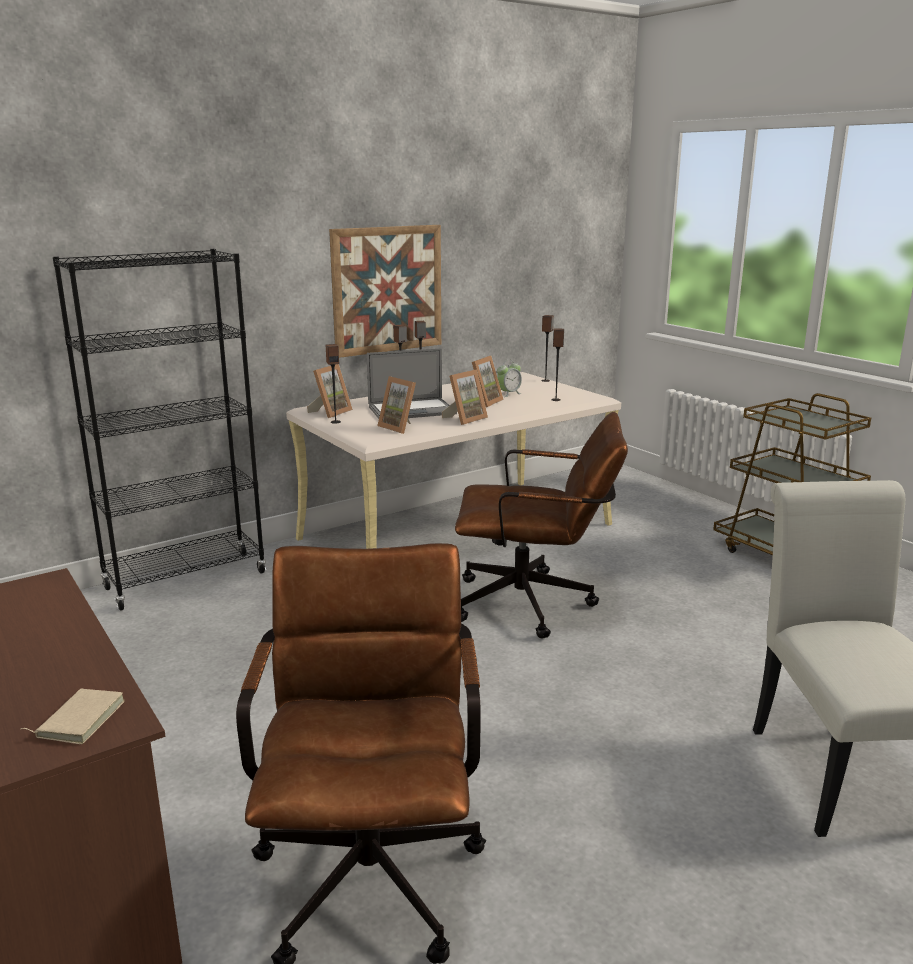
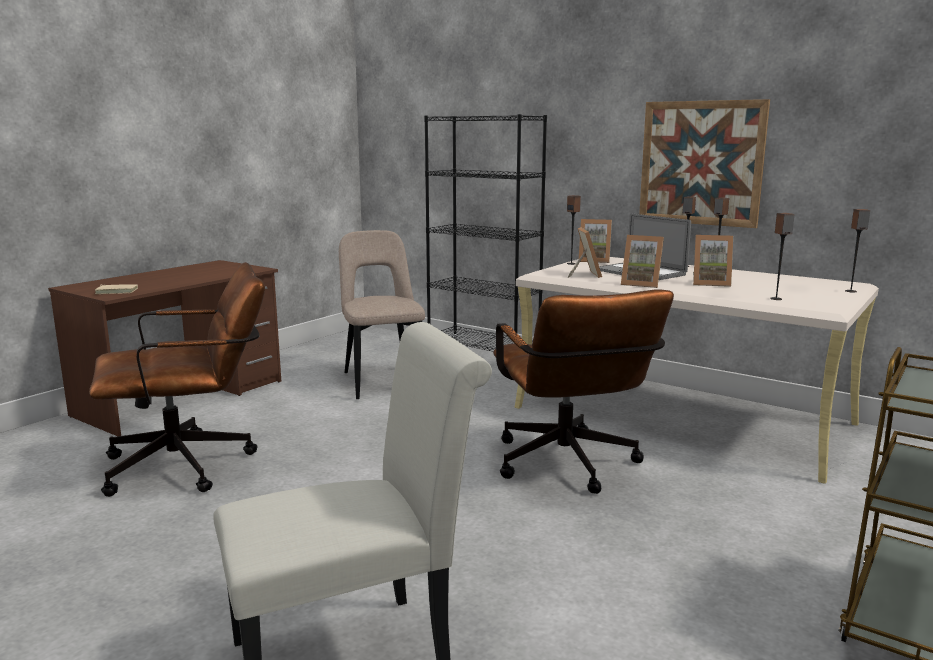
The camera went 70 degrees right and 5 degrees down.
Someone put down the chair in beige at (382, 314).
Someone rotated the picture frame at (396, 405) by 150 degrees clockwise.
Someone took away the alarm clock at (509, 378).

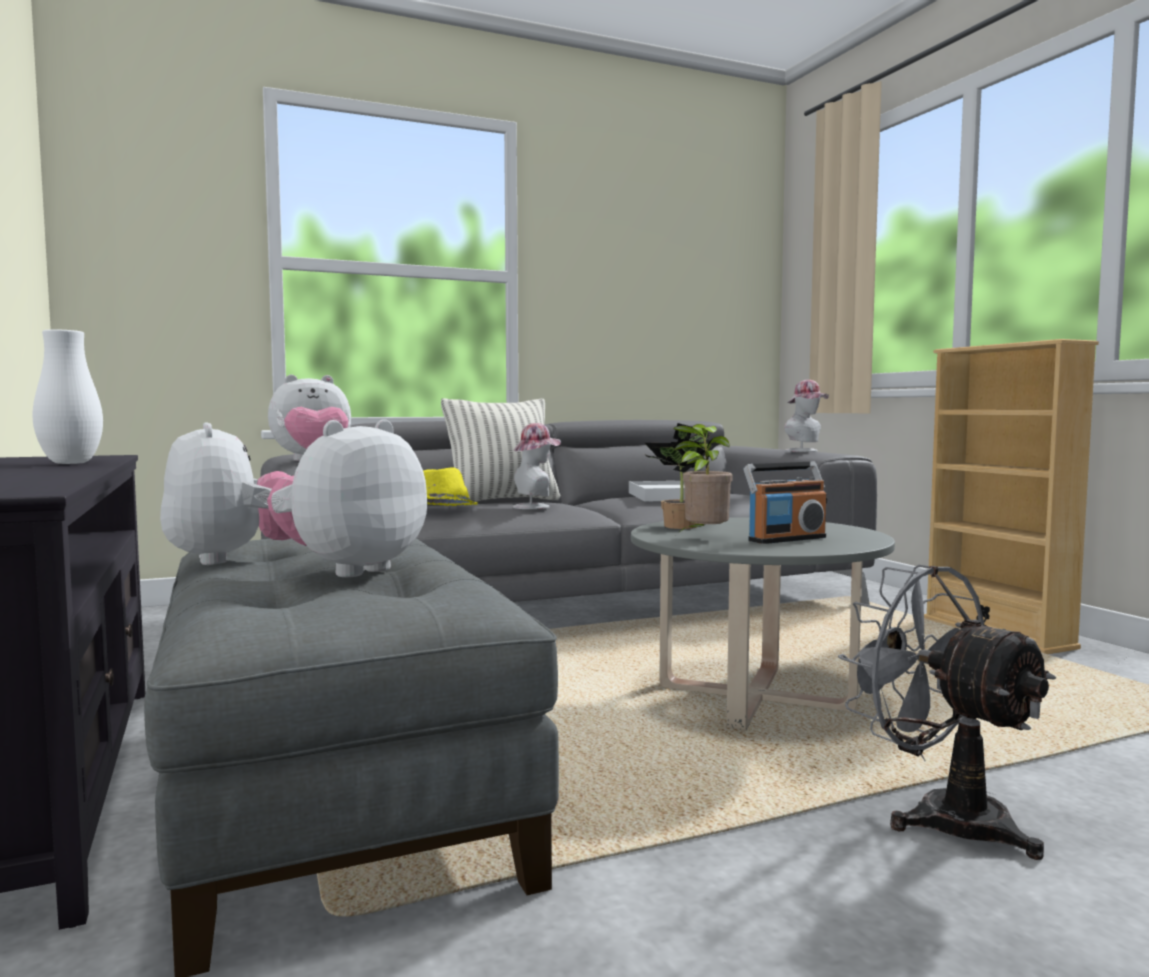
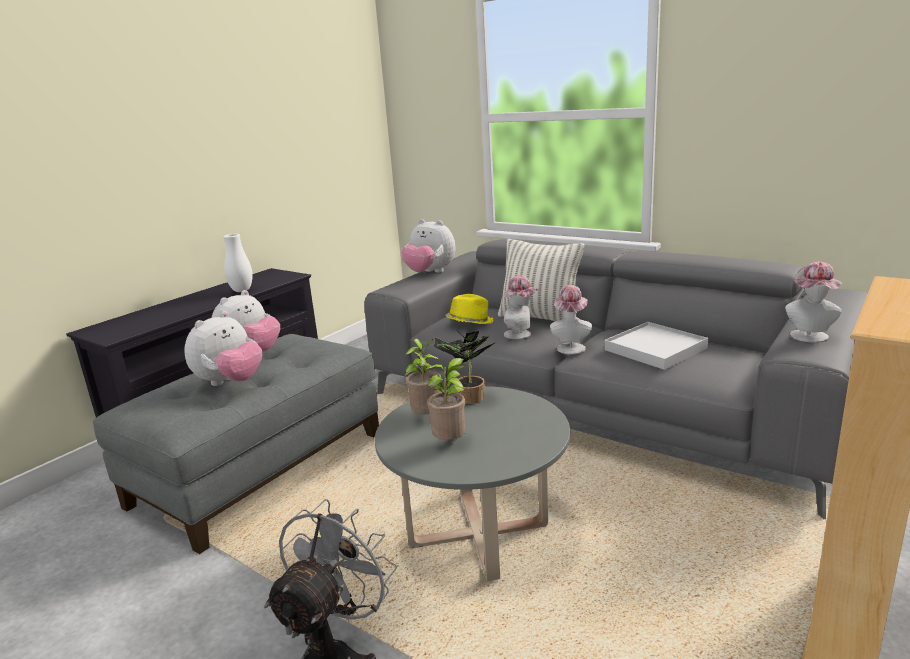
The camera went 60 degrees right and 15 degrees up.
Someone rotated the plush toy at (347, 498) by 120 degrees clockwise.
Someone swapped the radio at (785, 502) for the potted plant at (446, 399).
Someone put down the hat at (571, 319).

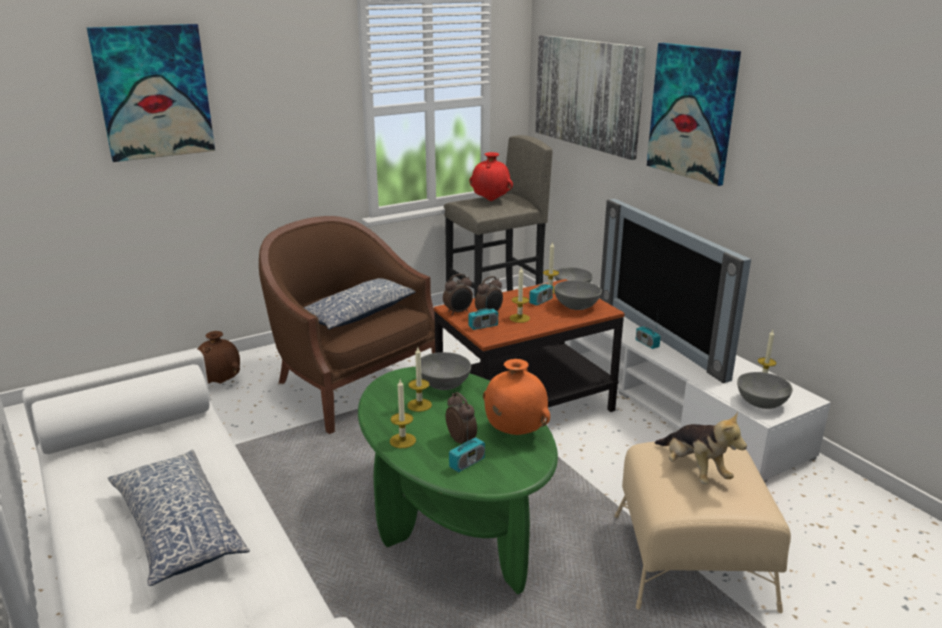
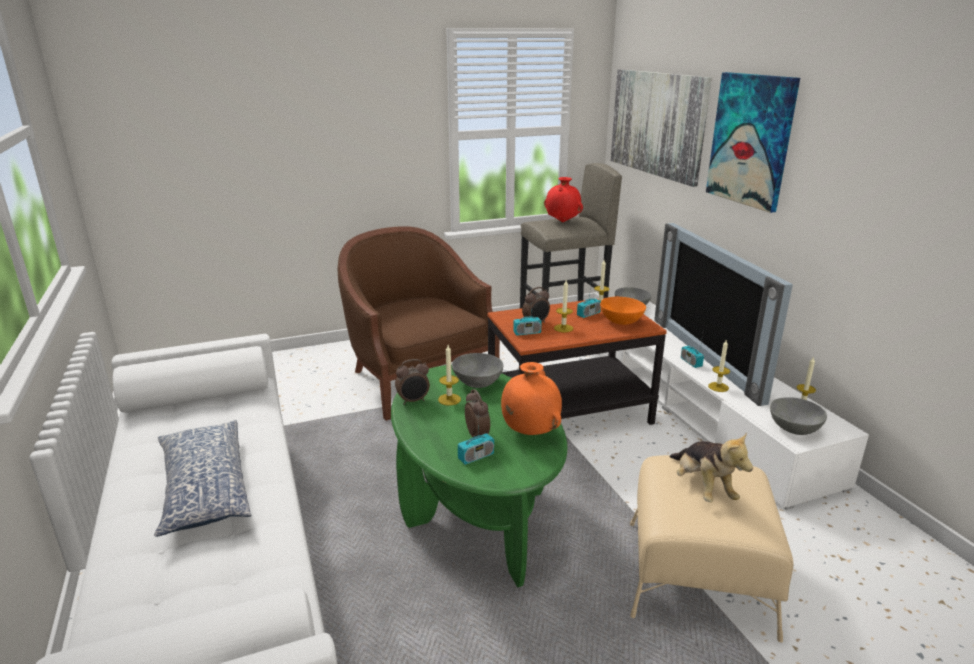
The camera went 10 degrees right and 0 degrees up.
Someone carried the alarm clock from (458, 294) to (412, 382).
Someone repainted the bowl in grey at (578, 295), which became the bowl in orange at (623, 311).
Someone carried the candle from (403, 413) to (719, 366).
Someone took away the picture at (151, 93).
Someone took away the vase in brown at (218, 357).
Someone took away the pillow at (360, 304).

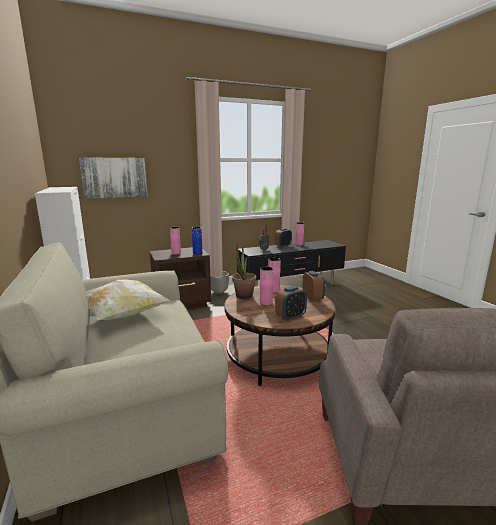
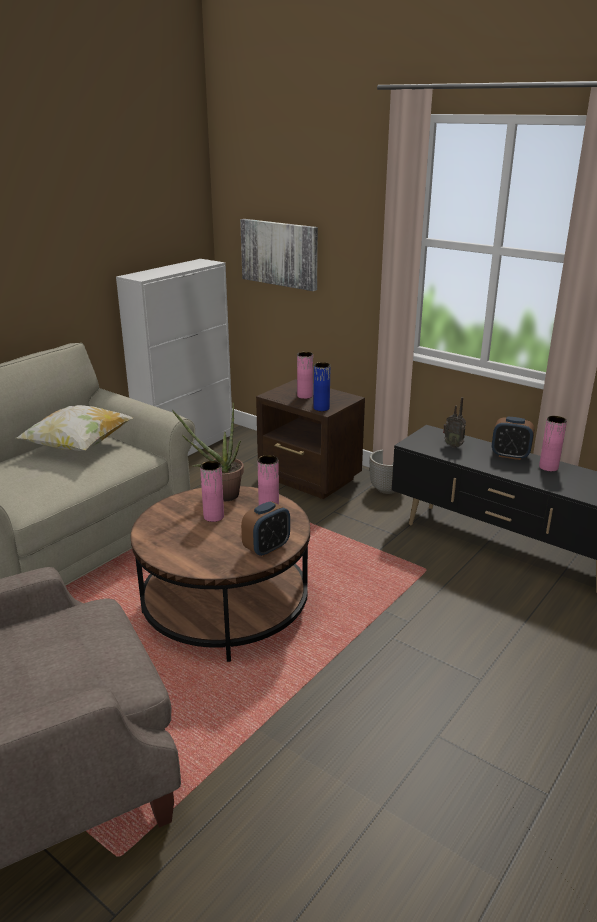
The camera went 60 degrees right and 10 degrees up.
Someone took away the alarm clock at (291, 303).

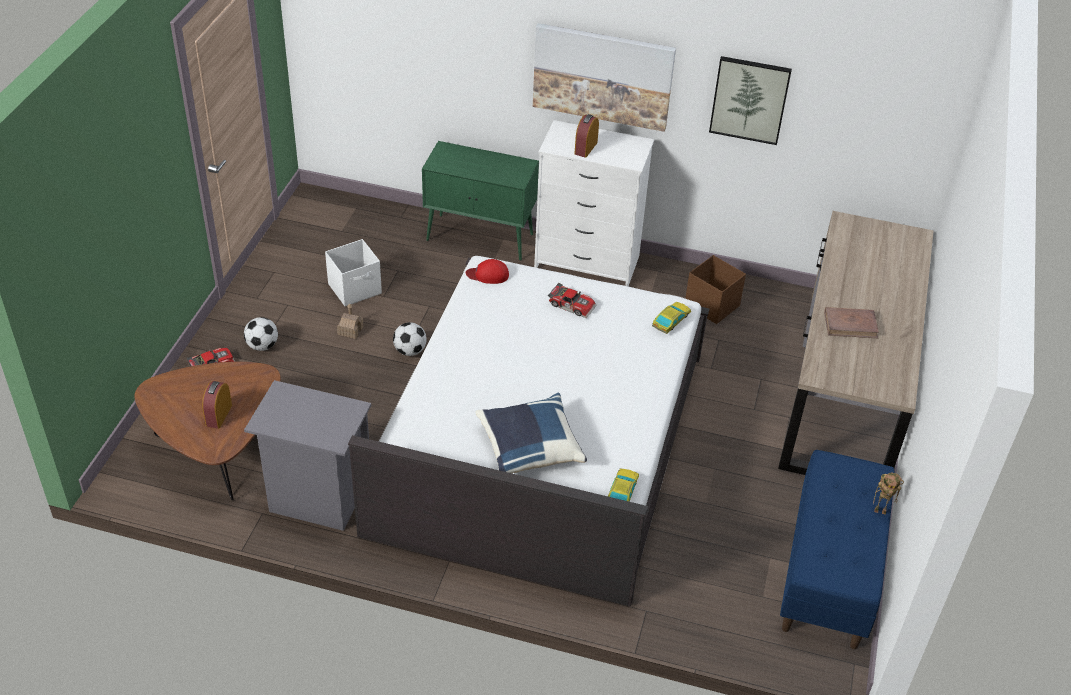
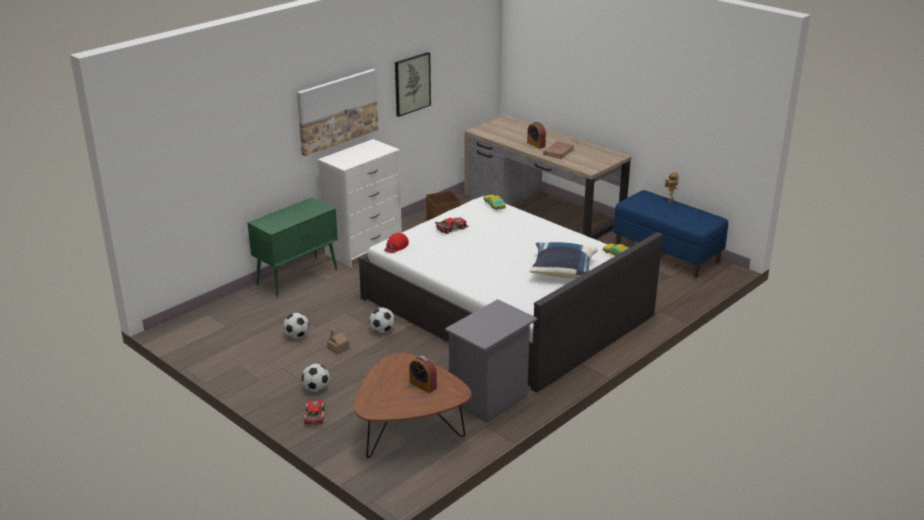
The camera went 60 degrees left and 15 degrees down.
Someone swapped the storage box in white at (353, 272) for the football at (296, 326).
Someone carried the alarm clock from (586, 136) to (536, 135).

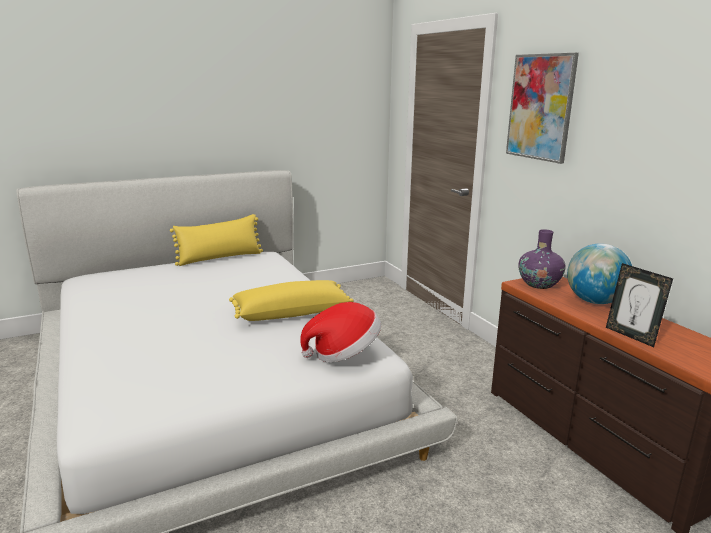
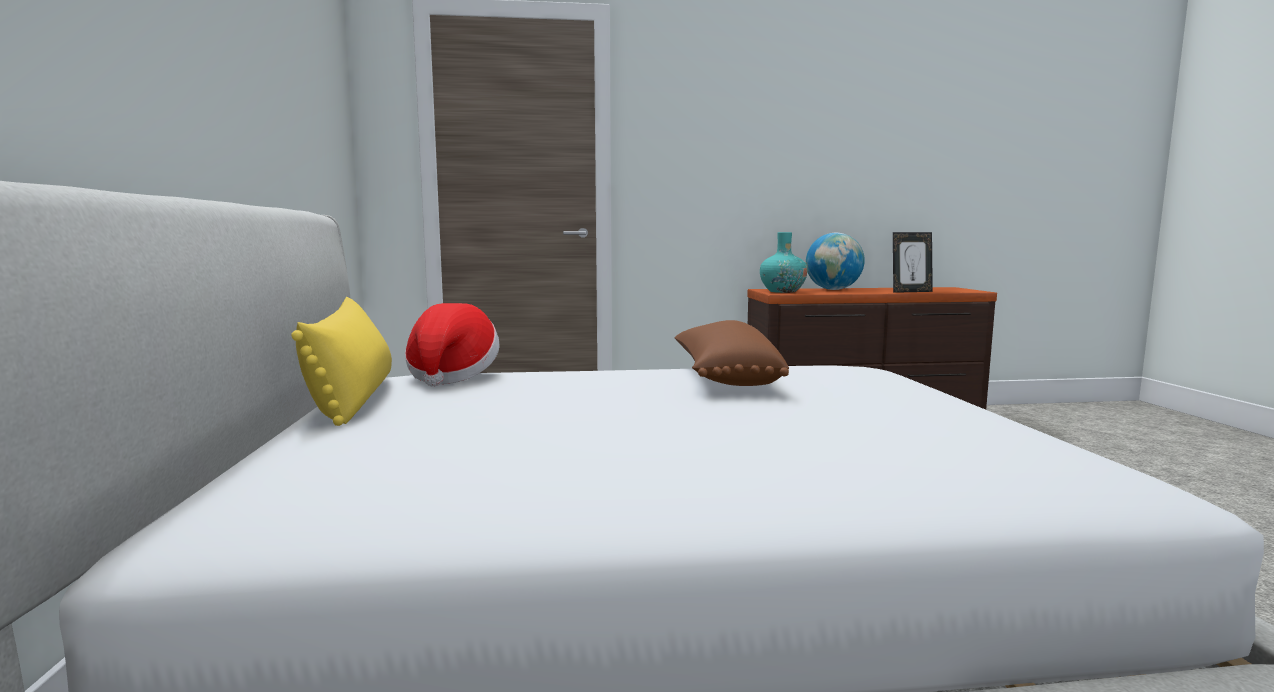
The camera went 70 degrees left and 10 degrees down.
Someone carried the hat from (340, 332) to (452, 344).
Someone repainted the pillow in yellow at (291, 300), which became the pillow in brown at (731, 353).
Someone repainted the vase in purple at (542, 259), which became the vase in turquoise at (784, 262).
Someone took away the picture at (542, 108).

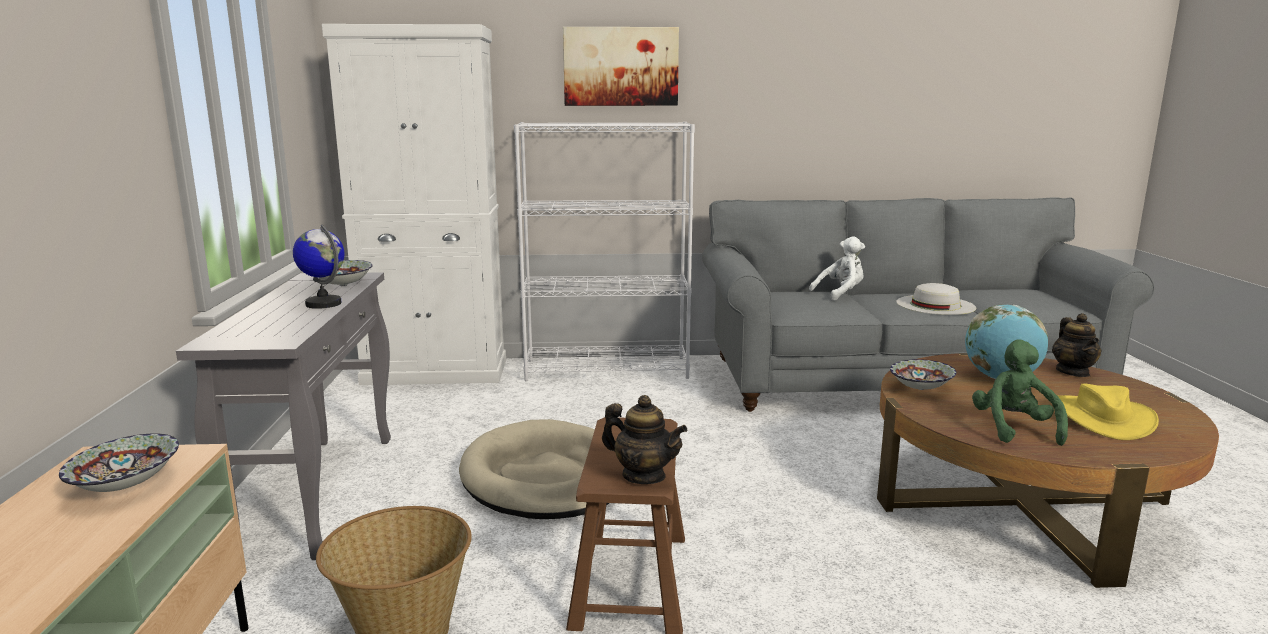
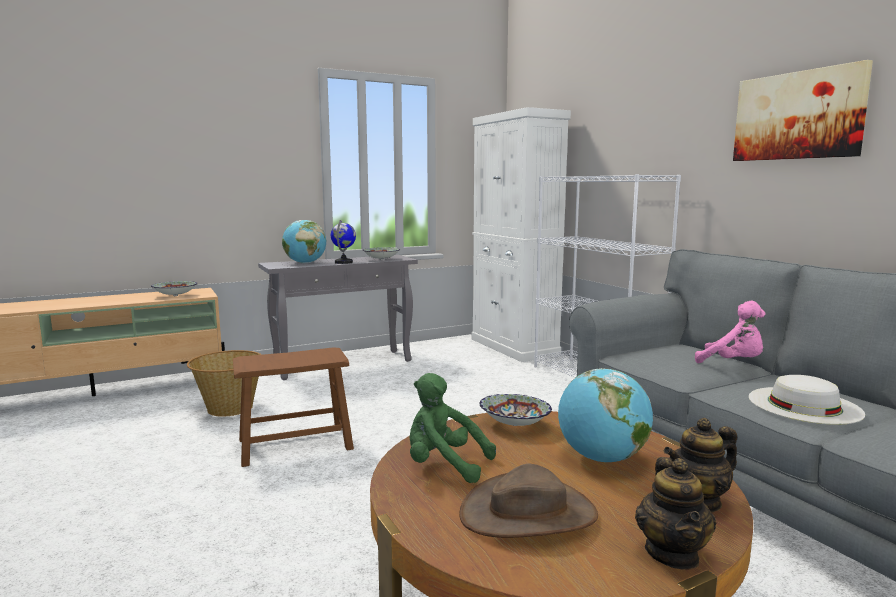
The camera went 65 degrees right and 5 degrees down.
Someone put down the globe at (304, 241).
Someone rotated the plush toy in green at (1020, 392) by 135 degrees counterclockwise.
Someone repainted the hat in yellow at (1108, 411), which became the hat in brown at (528, 501).
Someone carried the teapot from (645, 439) to (675, 513).
Someone repainted the plush toy in white at (837, 268), which became the plush toy in pink at (730, 332).
Someone carried the picture from (621, 66) to (803, 110).
Someone took away the dog bed in beige at (534, 469).

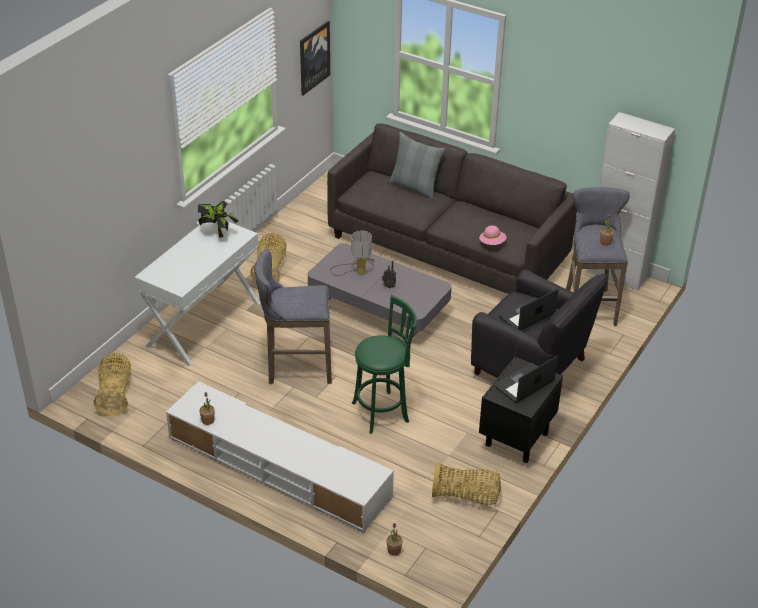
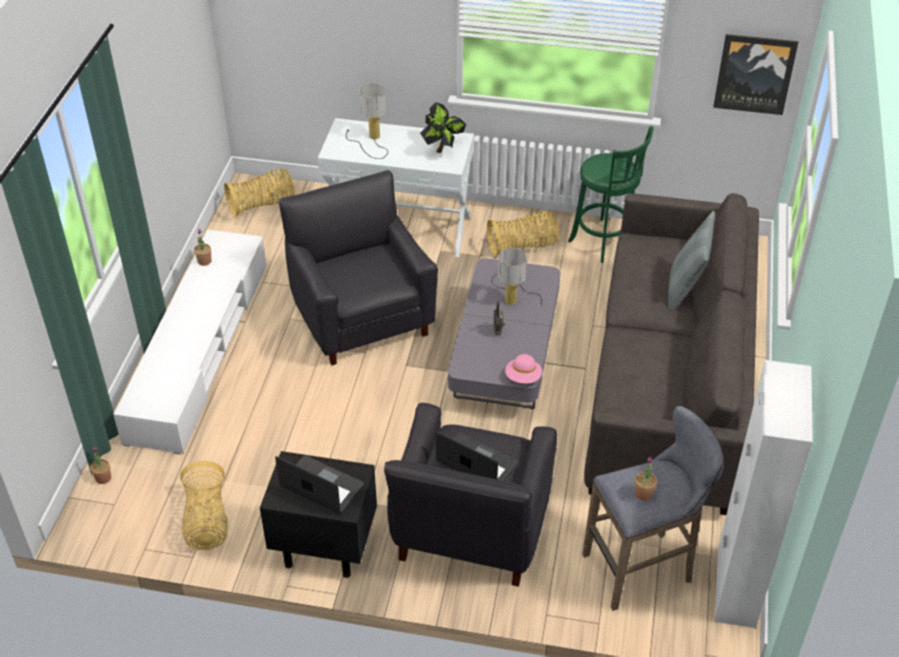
The camera went 70 degrees right and 5 degrees up.
Someone swapped the stool in grey at (293, 316) for the armchair in black at (358, 267).
Someone put down the table lamp at (367, 121).
Someone carried the hat in pink from (493, 235) to (523, 369).
Someone carried the stool in green from (384, 364) to (611, 194).

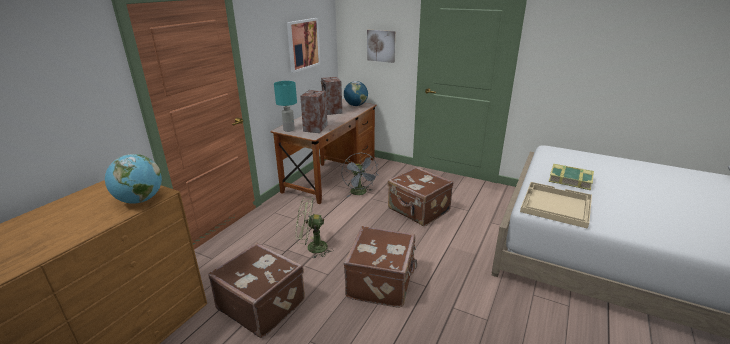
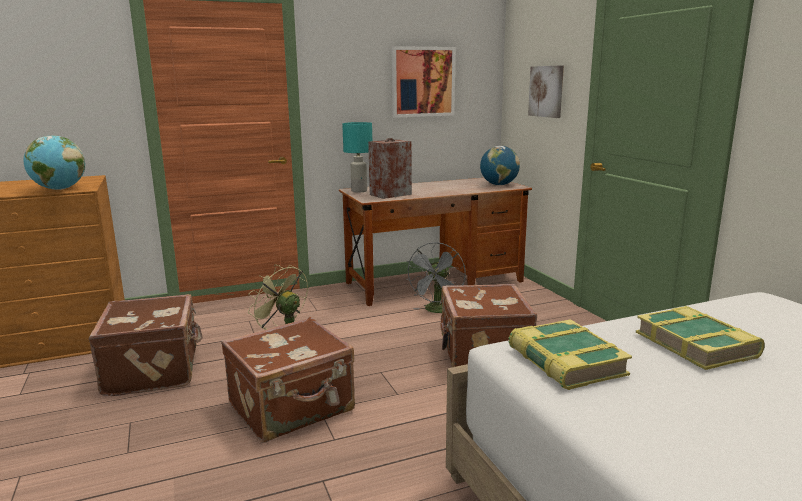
The camera went 40 degrees right and 10 degrees down.
Someone swapped the tray in beige at (556, 205) for the book at (570, 354).
Someone took away the speaker at (331, 96).

